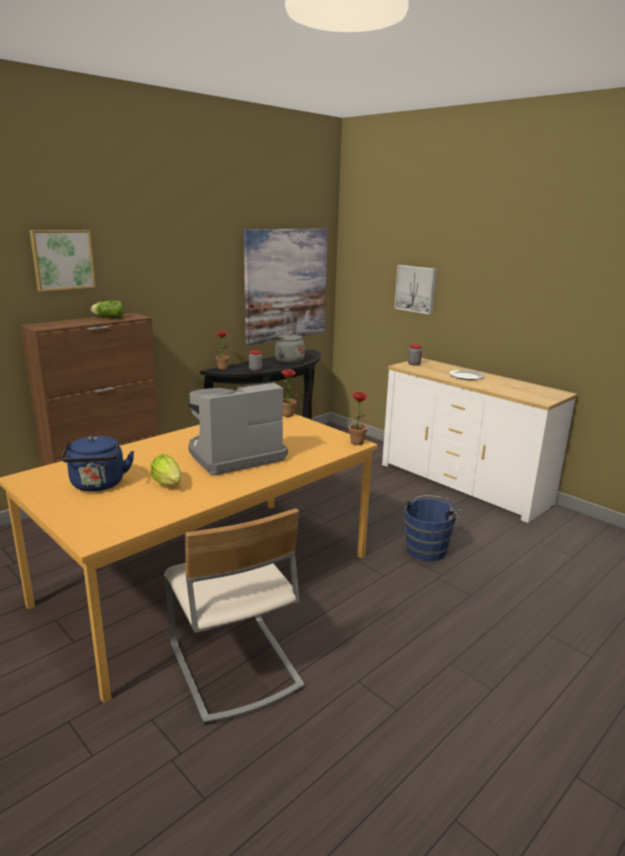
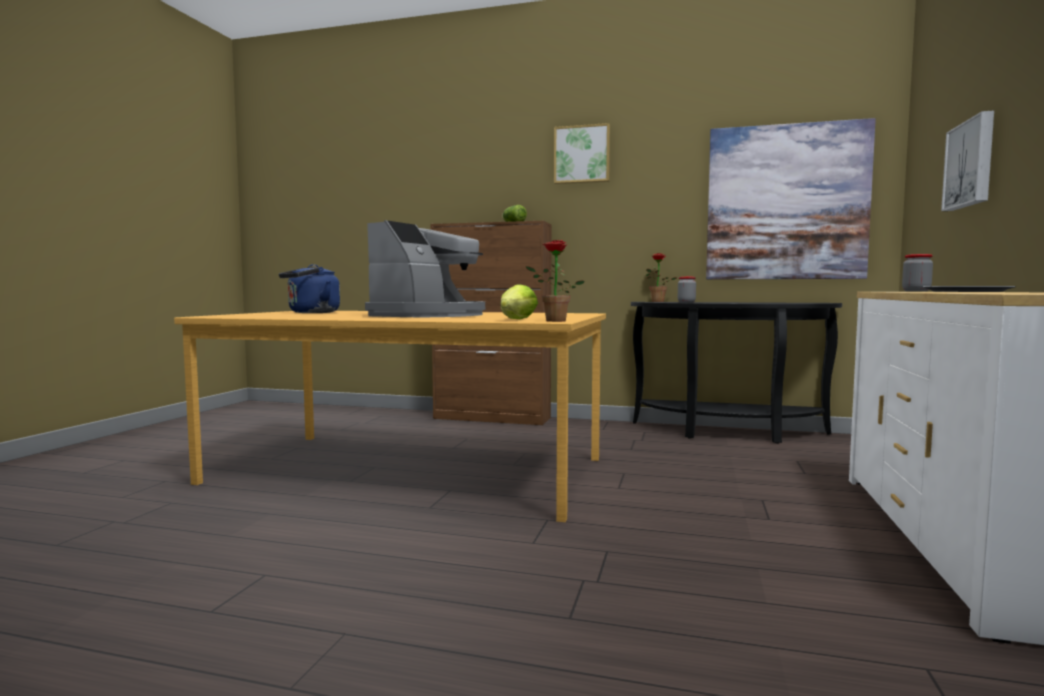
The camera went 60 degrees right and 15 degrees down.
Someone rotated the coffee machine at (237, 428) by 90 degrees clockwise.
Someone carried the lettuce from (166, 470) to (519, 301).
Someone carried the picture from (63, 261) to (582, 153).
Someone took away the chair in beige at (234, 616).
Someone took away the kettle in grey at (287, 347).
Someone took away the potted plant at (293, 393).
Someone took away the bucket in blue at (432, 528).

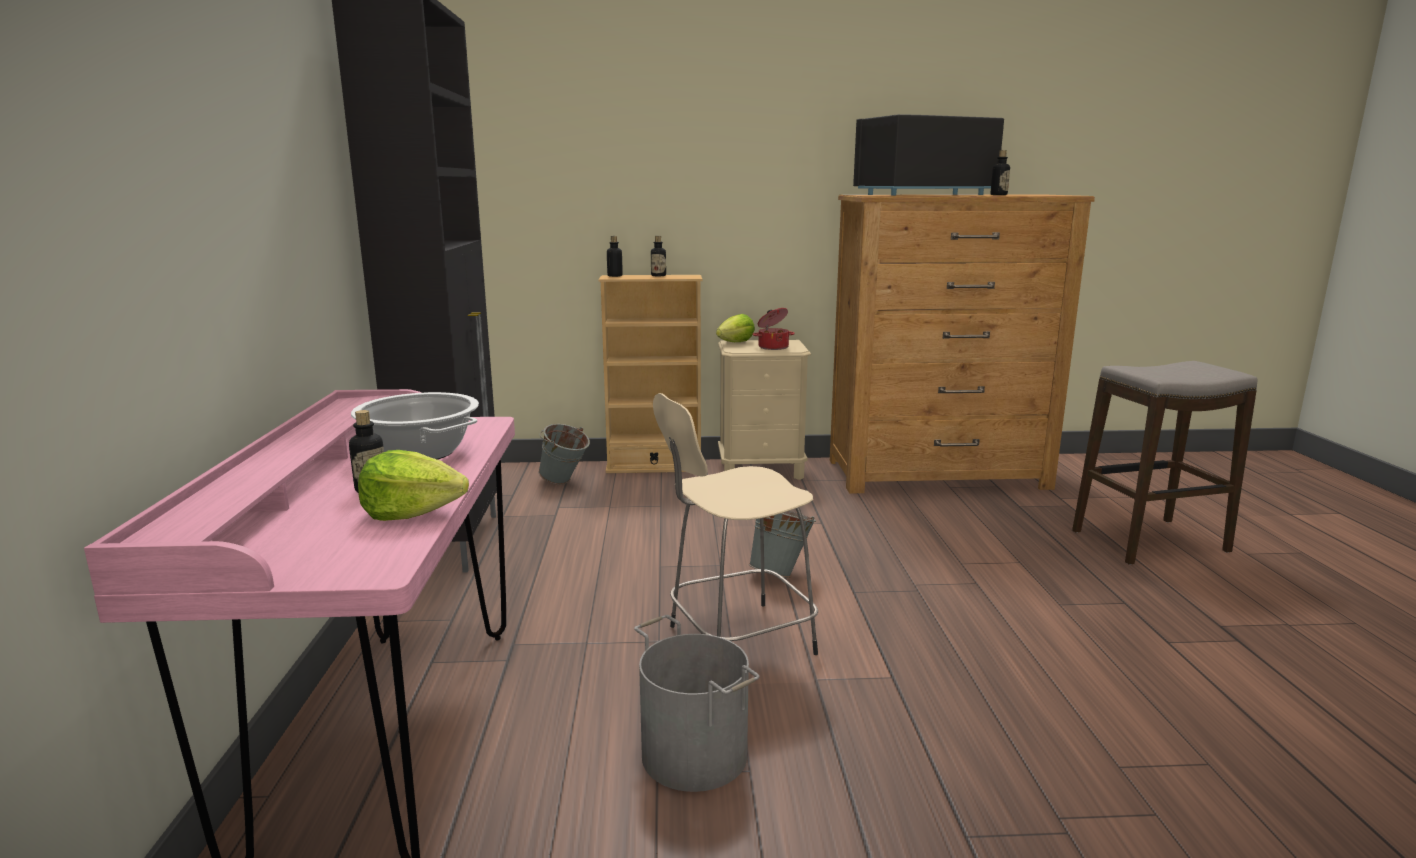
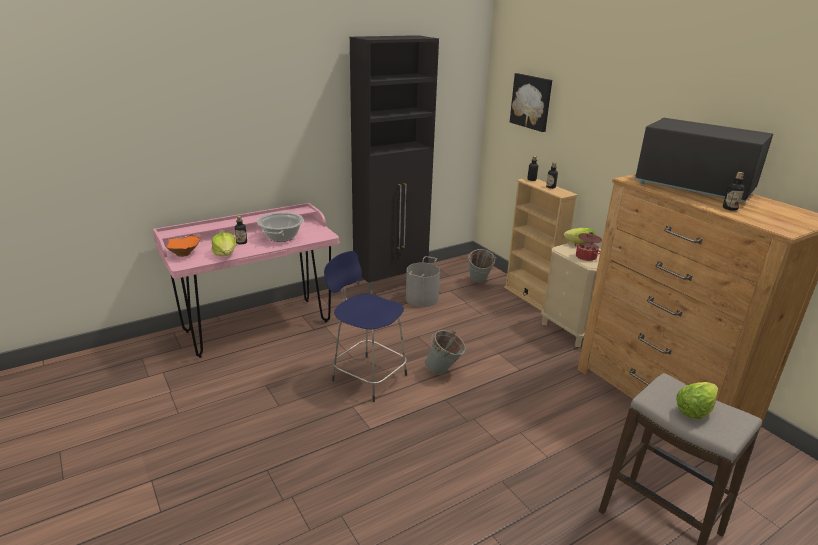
The camera went 60 degrees right and 10 degrees up.
Someone put down the bowl in orange at (183, 245).
Someone repainted the stool in beige at (735, 524), which became the stool in blue at (365, 326).
Someone carried the bucket in grey from (697, 703) to (423, 281).
Someone put up the picture at (531, 102).
Someone put down the lettuce at (697, 400).

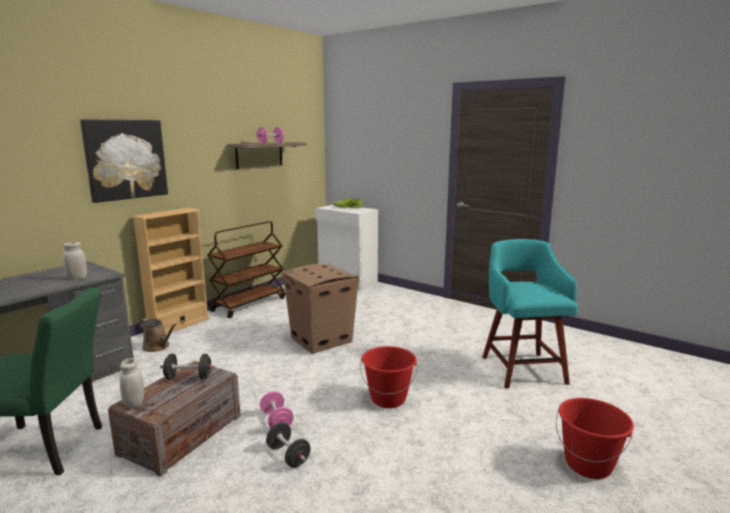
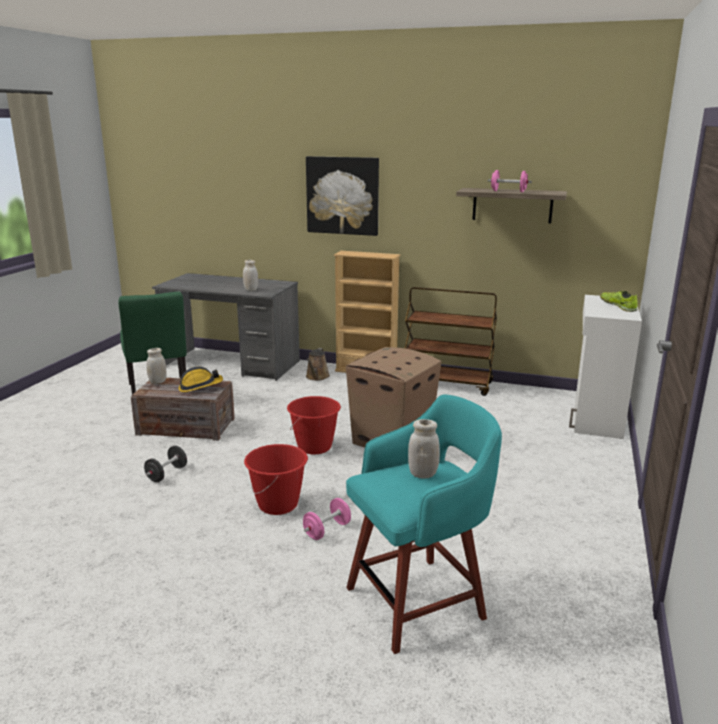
The camera went 70 degrees right and 5 degrees up.
Someone swapped the dumbbell in black at (187, 367) for the hard hat at (201, 379).
Someone carried the bucket in red from (595, 438) to (314, 425).
Someone carried the dumbbell in pink from (276, 409) to (327, 519).
Someone put down the jar in white at (424, 448).

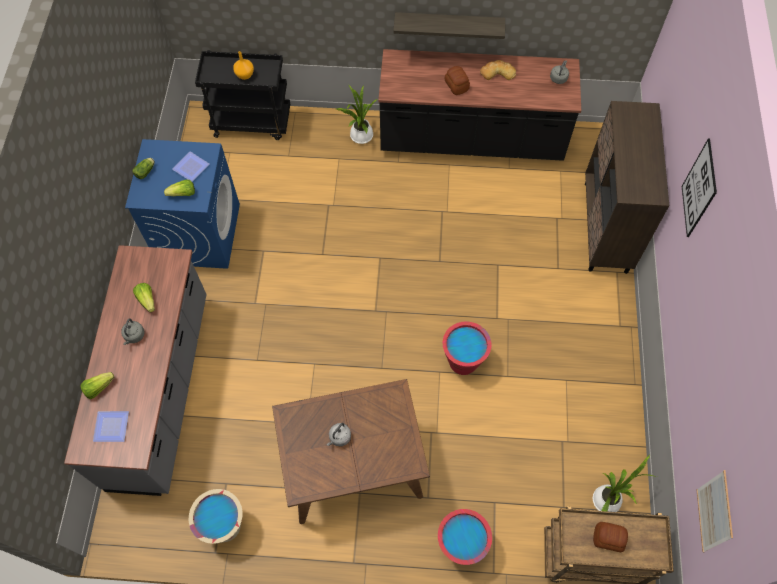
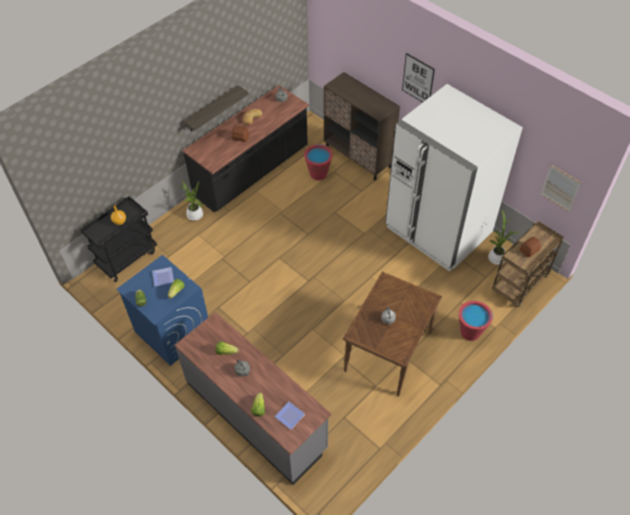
The camera went 50 degrees left and 10 degrees down.
Someone carried the bucket in red from (467, 348) to (318, 162).
Someone put down the fridge in white at (454, 177).
Someone took away the bucket in beige at (215, 516).

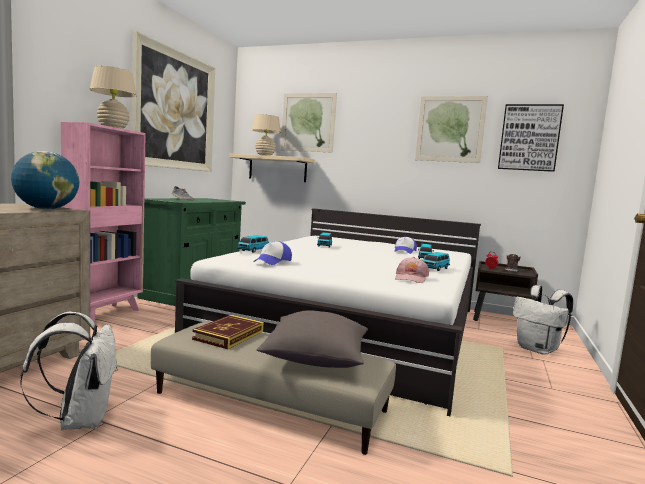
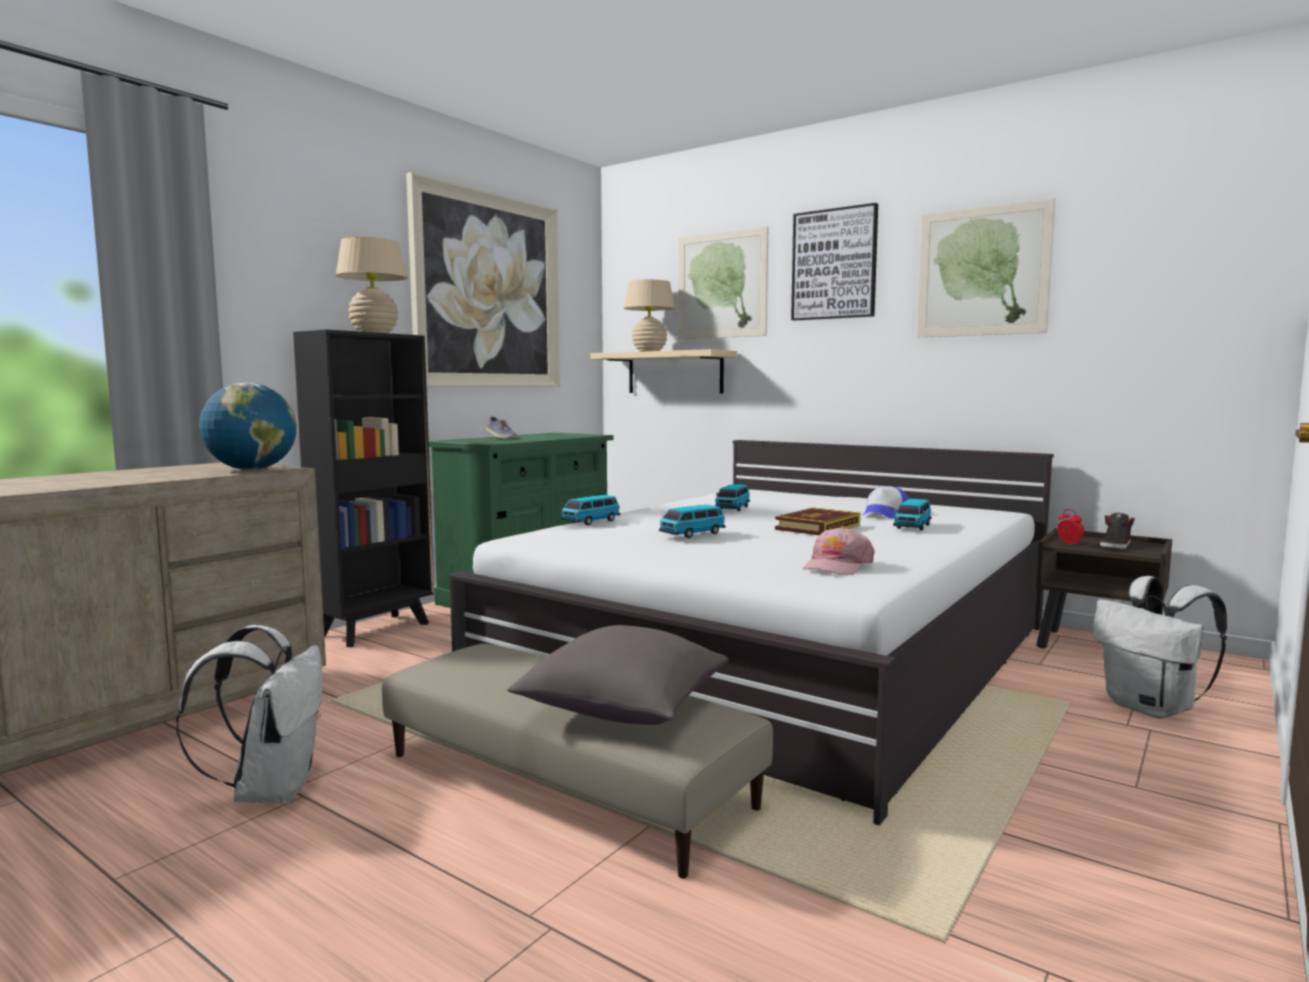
The camera went 15 degrees right and 0 degrees up.
Someone repainted the bookcase in pink at (103, 222), which became the bookcase in black at (363, 488).
Someone carried the toy car from (436, 261) to (692, 521).
Someone carried the book from (228, 332) to (817, 521).
Someone carried the picture from (531, 138) to (834, 262).
Someone took away the cap at (273, 253).

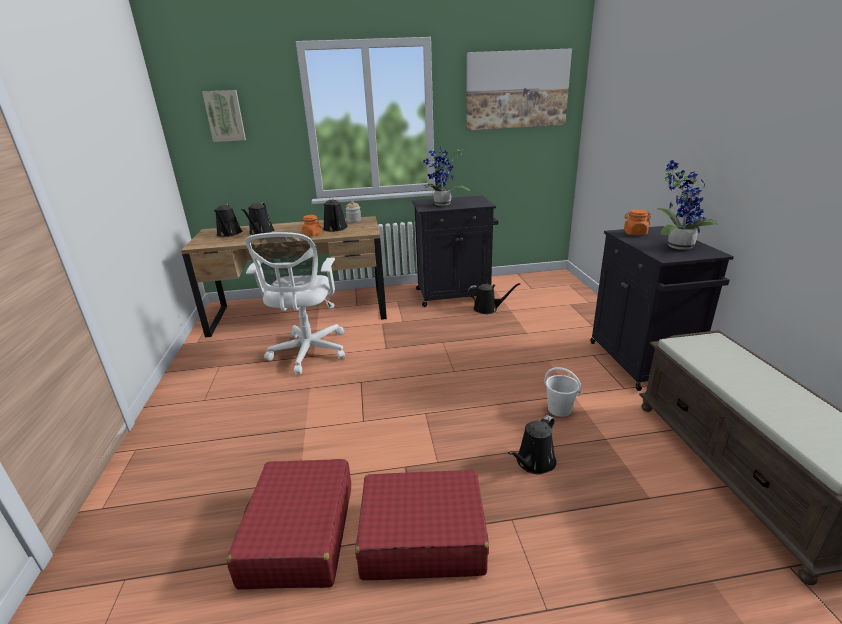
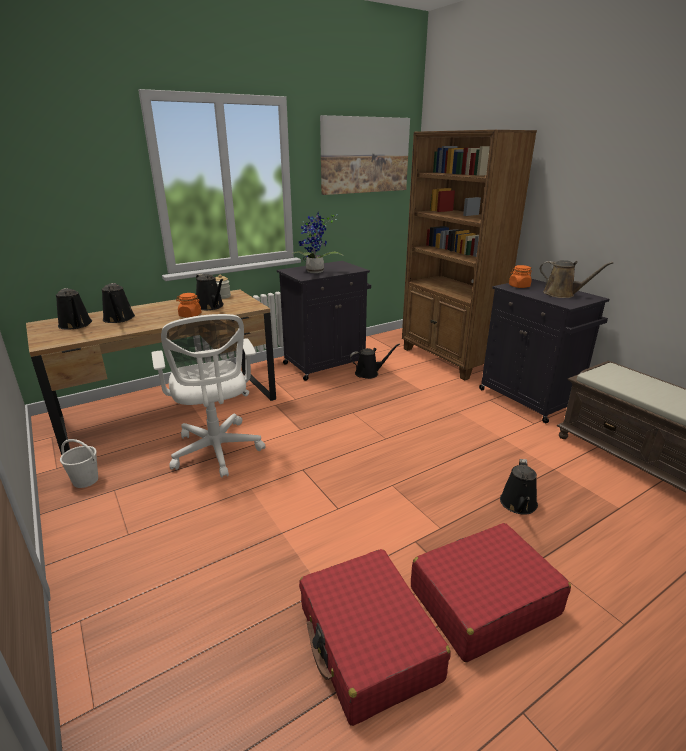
The camera went 25 degrees left and 0 degrees up.
Someone carried the bucket in white from (562, 392) to (79, 463).
Someone put down the bookcase in brown at (469, 255).
Someone swapped the potted plant at (687, 205) for the watering can in brown at (576, 279).
Someone took away the picture at (224, 116).

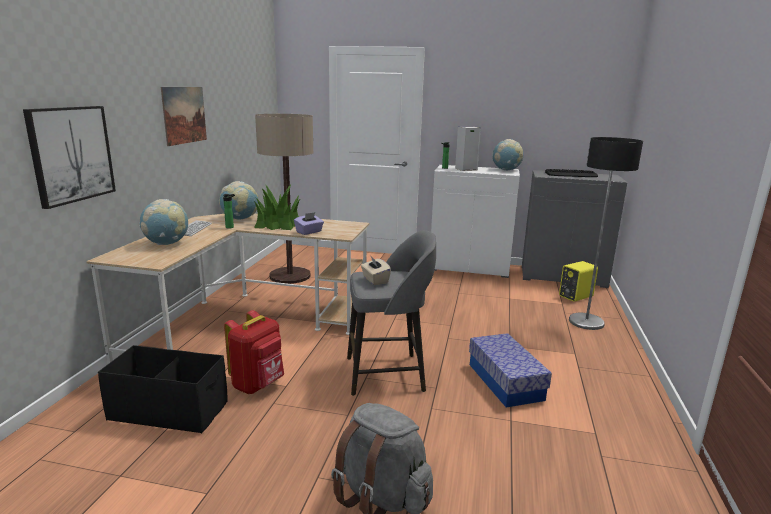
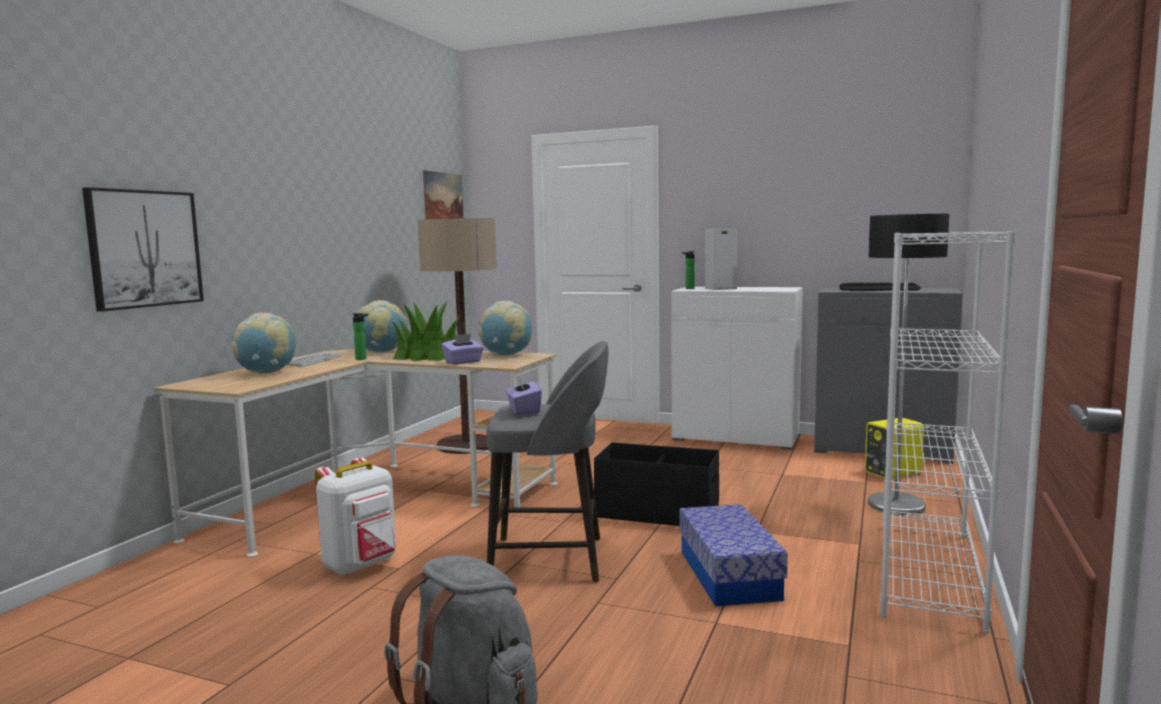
The camera went 10 degrees right and 10 degrees down.
Someone repainted the backpack in red at (254, 352), which became the backpack in white at (355, 516).
Someone carried the picture from (184, 116) to (443, 194).
Someone carried the globe from (508, 154) to (505, 328).
Someone repainted the tissue box in beige at (376, 270), which became the tissue box in purple at (524, 395).
Someone carried the storage box in black from (163, 389) to (656, 484).
Someone put down the bookcase in white at (948, 432).

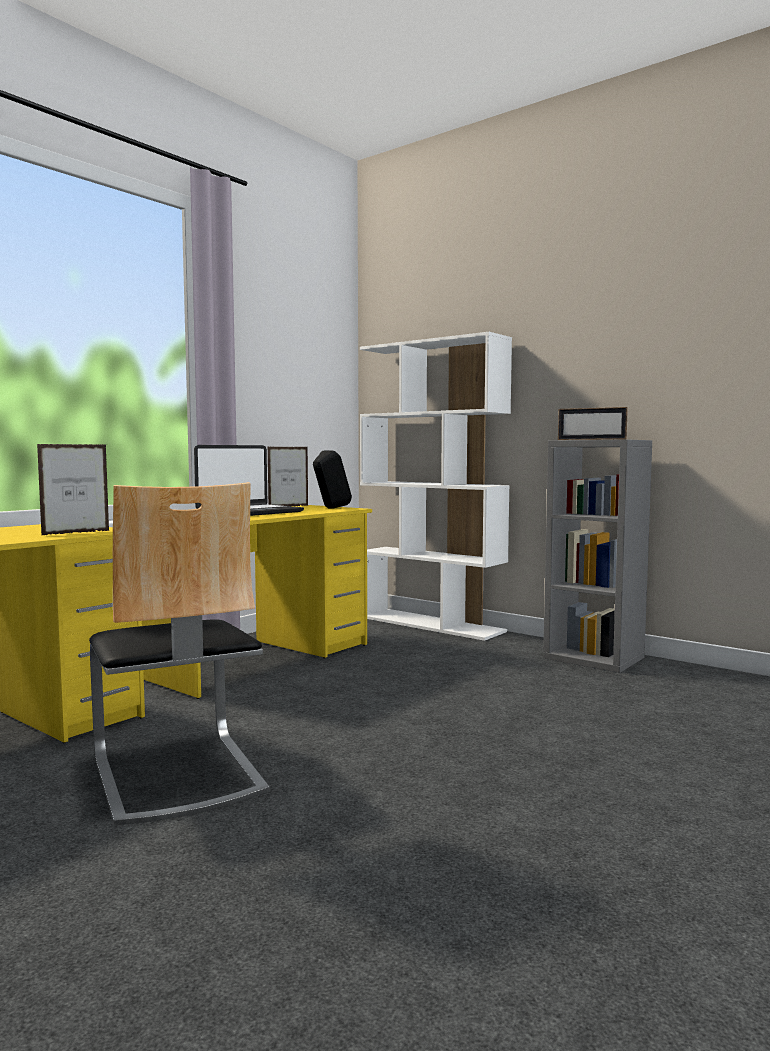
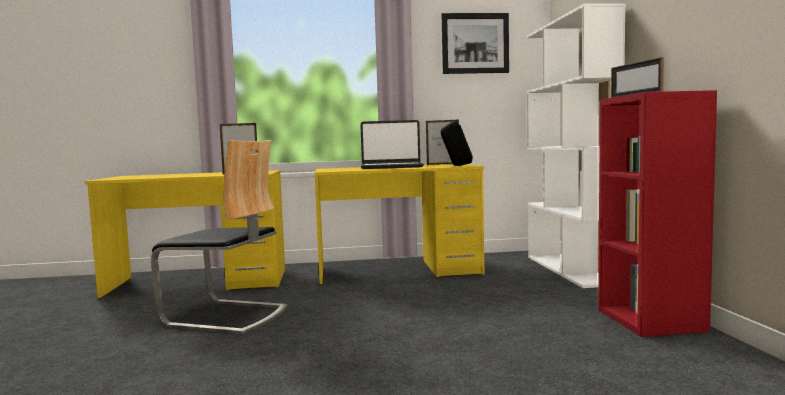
The camera went 45 degrees right and 0 degrees up.
Someone rotated the chair at (179, 654) by 90 degrees counterclockwise.
Someone put up the picture at (475, 43).
Someone repainted the bookcase in grey at (597, 556), which became the bookcase in red at (657, 213).

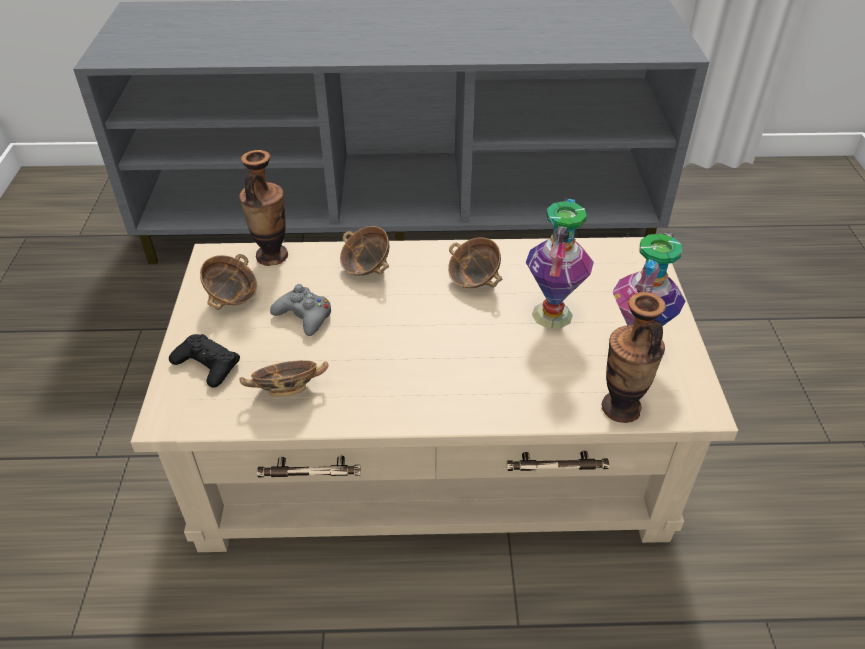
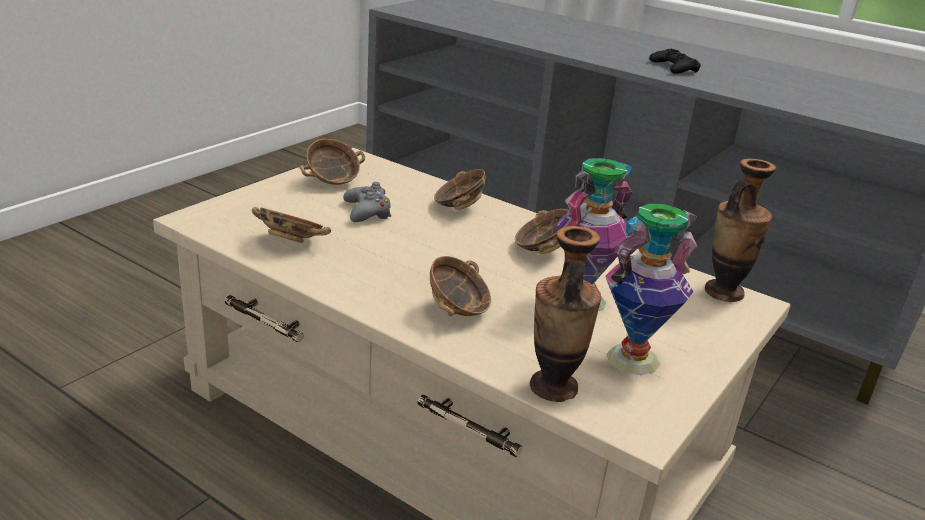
The camera went 35 degrees right and 15 degrees down.
Someone put down the bowl at (460, 286).
Someone carried the game controller in black from (204, 361) to (675, 61).
Someone carried the vase from (263, 208) to (740, 230).

